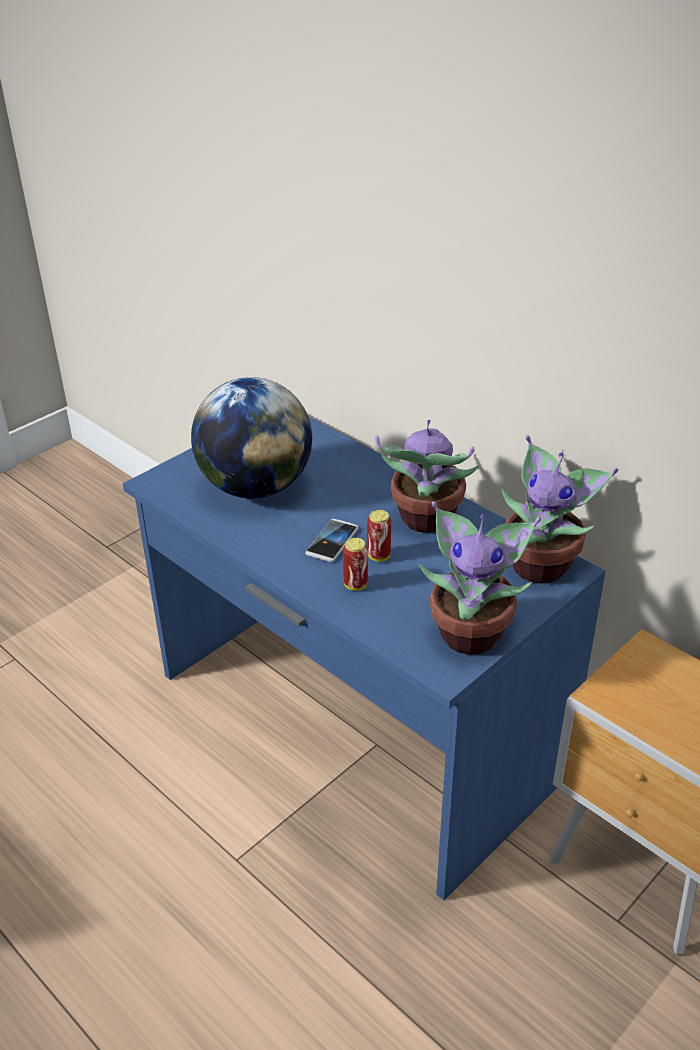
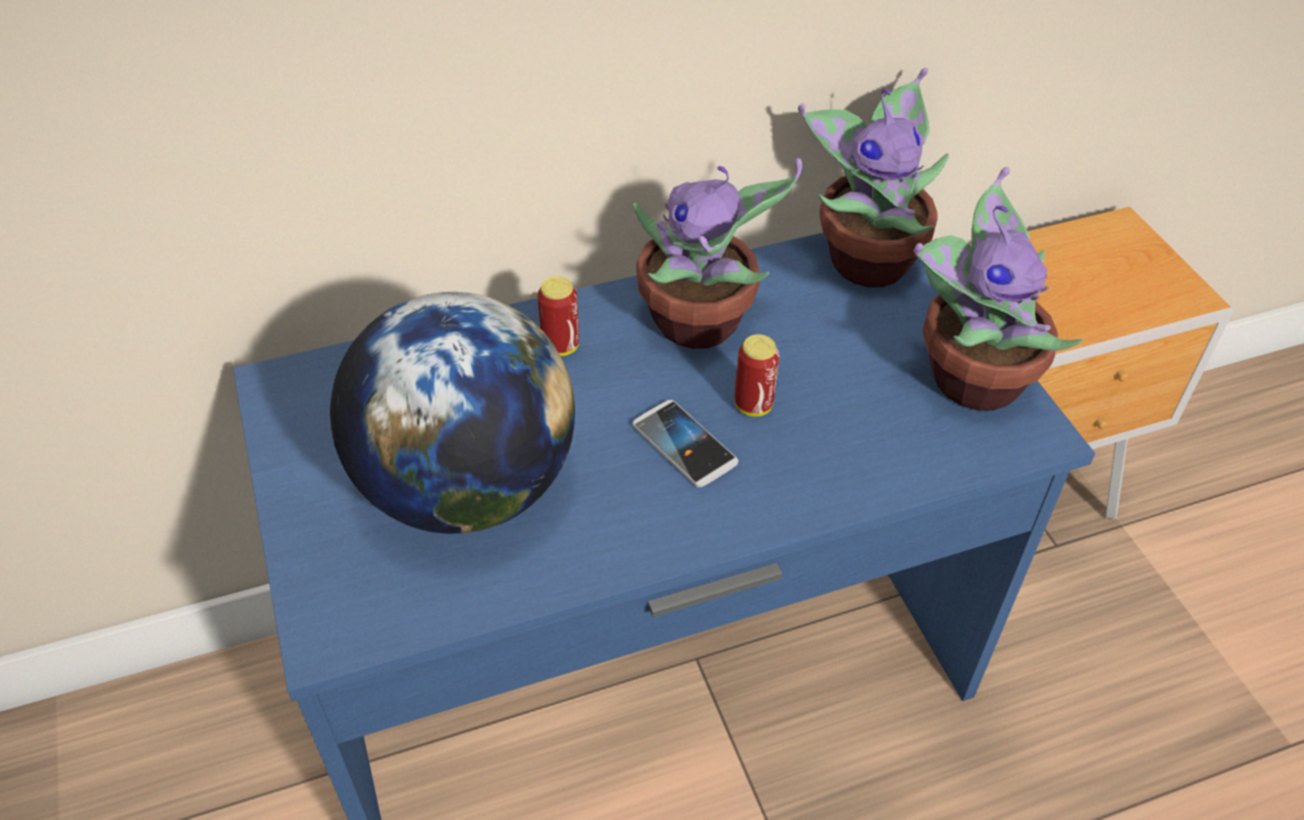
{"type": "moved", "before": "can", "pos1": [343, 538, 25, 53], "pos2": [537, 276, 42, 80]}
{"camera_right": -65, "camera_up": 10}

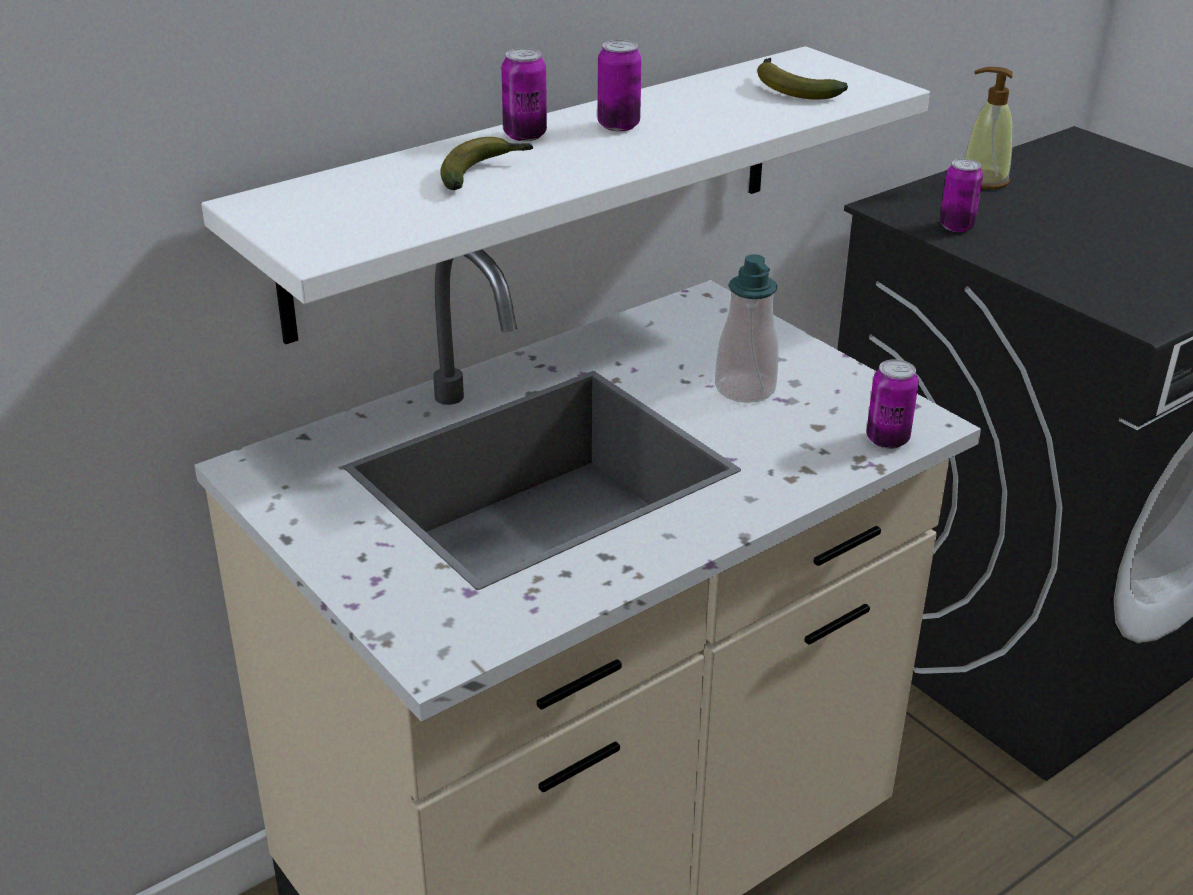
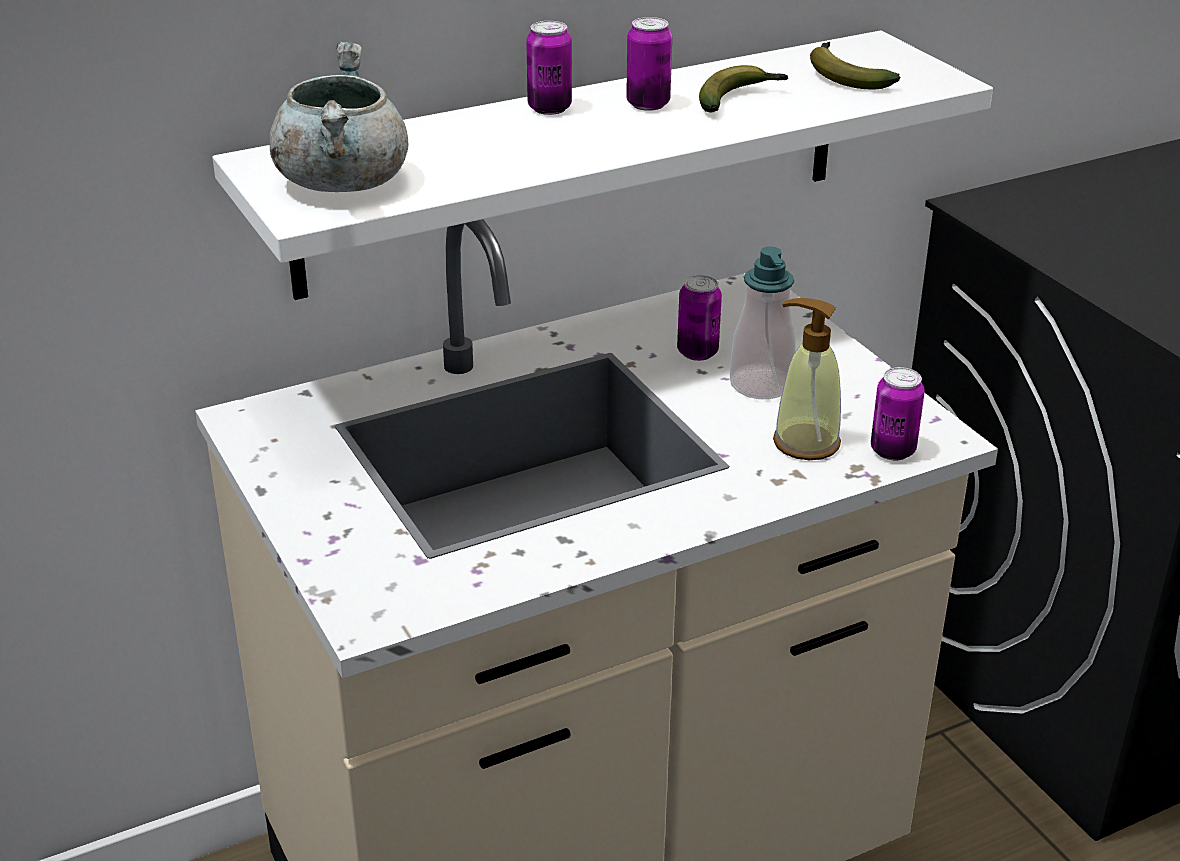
{"type": "added", "after": "grey cooking pot", "pos2": [269, 42, 139, 150]}
{"type": "moved", "before": "banana", "pos1": [440, 137, 93, 53], "pos2": [699, 65, 89, 48]}
{"type": "moved", "before": "can", "pos1": [940, 159, 43, 73], "pos2": [677, 275, 45, 86]}
{"type": "moved", "before": "soap dispenser", "pos1": [965, 67, 48, 122], "pos2": [773, 298, 68, 162]}
{"camera_right": 10, "camera_up": 0}

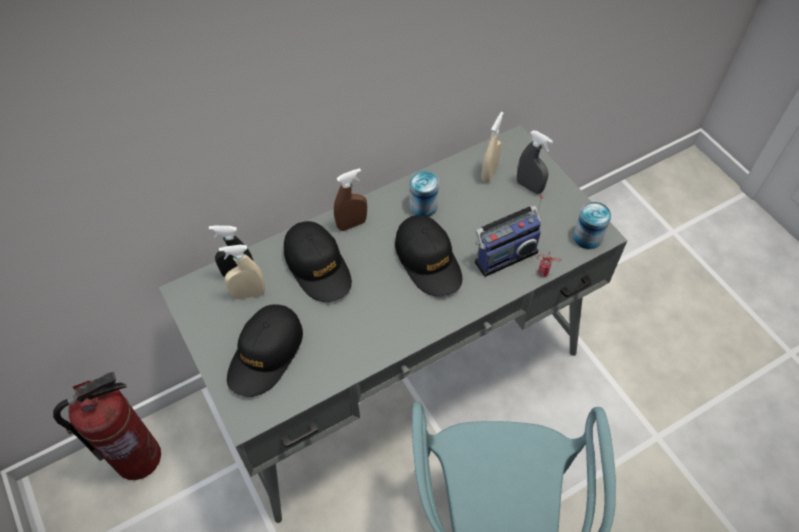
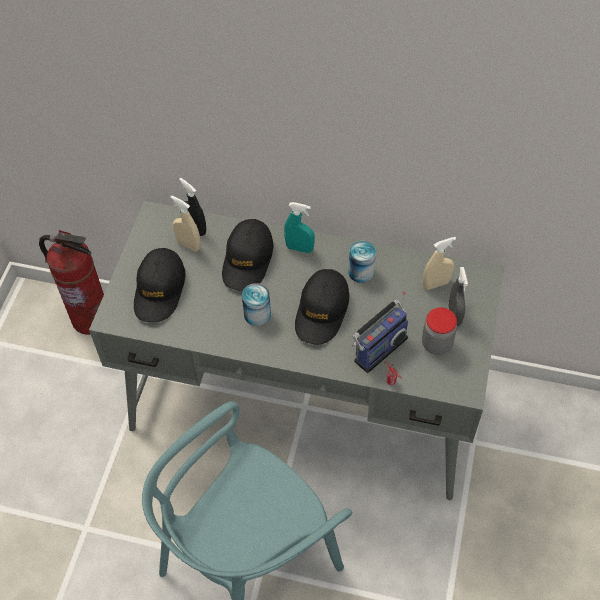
{"type": "added", "after": "jar", "pos2": [422, 307, 35, 48]}
{"type": "moved", "before": "can", "pos1": [573, 202, 38, 47], "pos2": [242, 283, 29, 43]}
{"type": "recoloured", "before": "brown spray bottle", "after": "turquoise spray bottle", "pos1": [334, 168, 33, 63], "pos2": [284, 202, 31, 51]}
{"type": "turned", "before": "black cap", "pos1": [227, 304, 76, 93], "pos2": [134, 248, 51, 74], "turn": -60}
{"type": "turned", "before": "radio", "pos1": [475, 195, 68, 82], "pos2": [352, 292, 56, 81], "turn": -60}
{"camera_right": 45, "camera_up": 0}

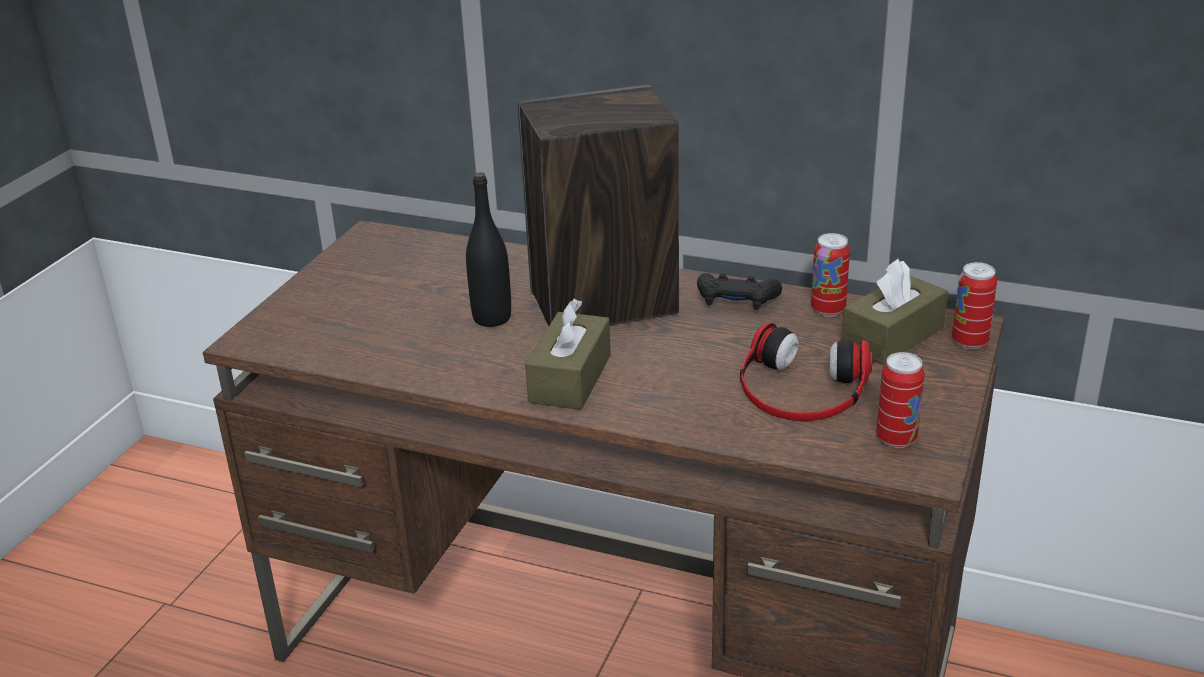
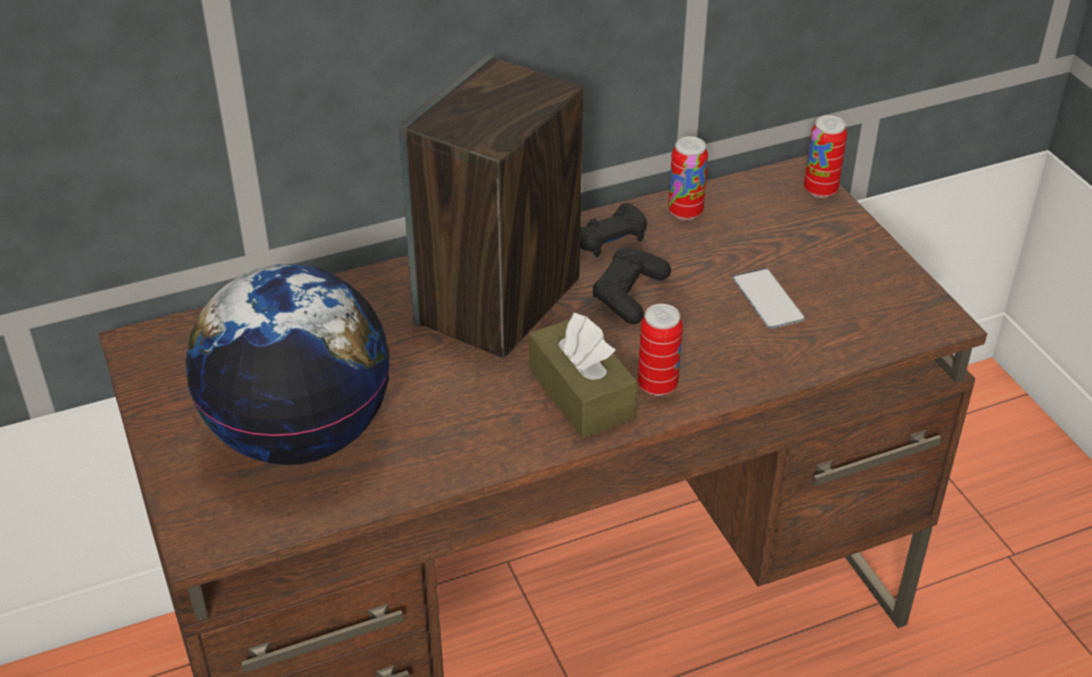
{"type": "removed", "before": "black bottle", "pos1": [466, 172, 45, 155]}
{"type": "removed", "before": "brown tissue box", "pos1": [842, 259, 106, 106]}
{"type": "added", "after": "globe", "pos2": [186, 264, 204, 201]}
{"type": "added", "after": "black game controller", "pos2": [593, 247, 78, 77]}
{"type": "moved", "before": "can", "pos1": [876, 352, 49, 96], "pos2": [638, 304, 45, 92]}
{"type": "replaced", "before": "headphones", "after": "phone", "pos1": [740, 322, 132, 99], "pos2": [733, 268, 72, 61]}
{"camera_right": -45, "camera_up": 10}

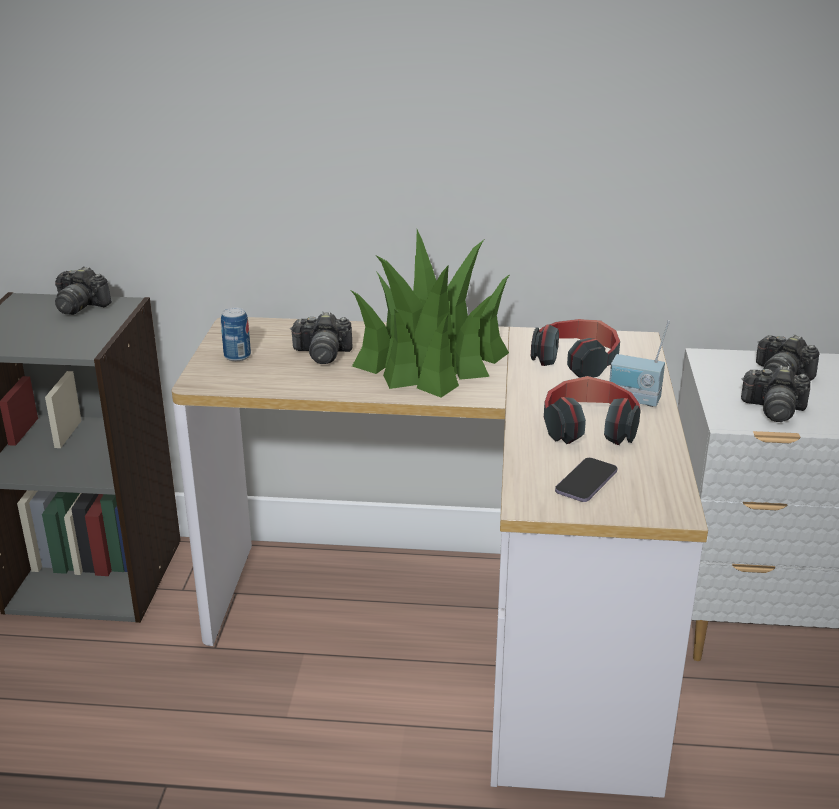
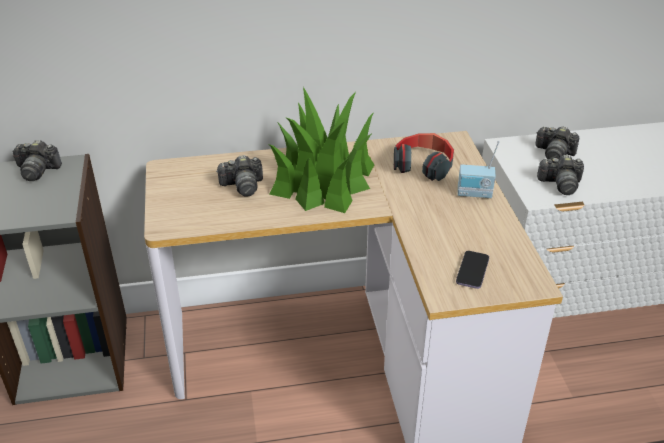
{"type": "removed", "before": "can", "pos1": [221, 308, 30, 53]}
{"type": "removed", "before": "headphones", "pos1": [544, 376, 97, 69]}
{"camera_right": -15, "camera_up": 10}

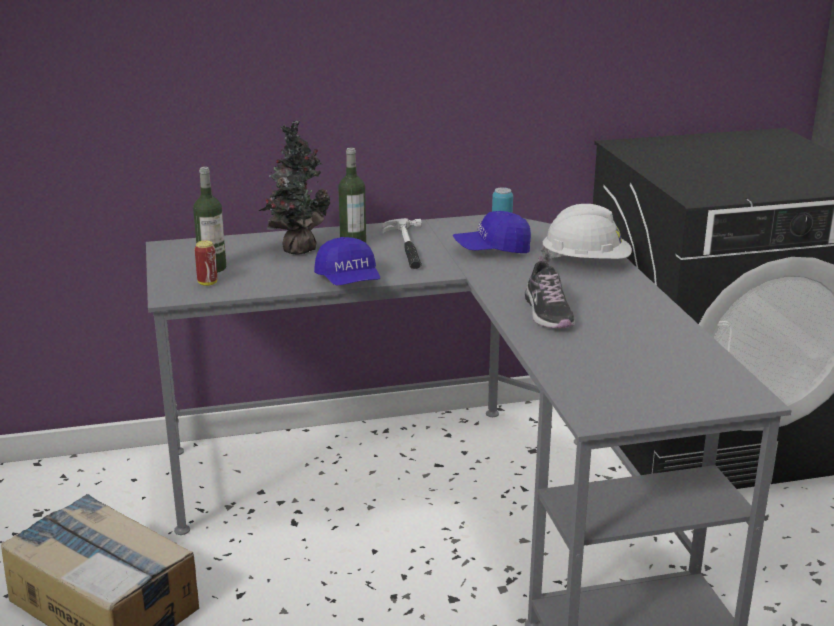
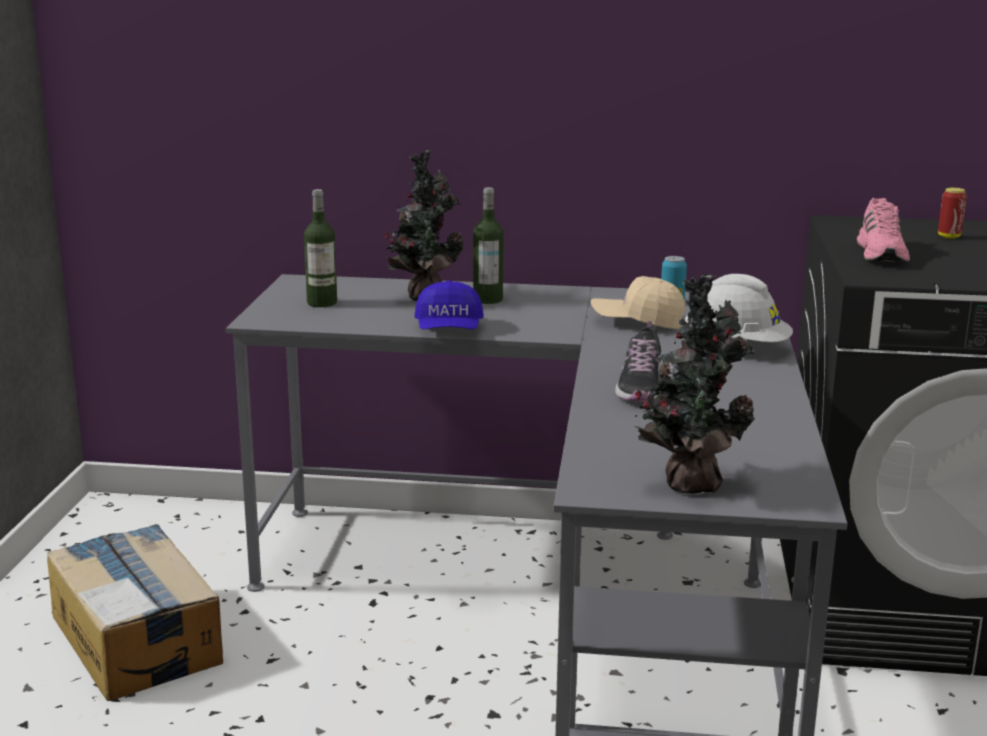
{"type": "removed", "before": "hammer", "pos1": [382, 218, 40, 51]}
{"type": "added", "after": "potted plant", "pos2": [633, 273, 122, 221]}
{"type": "added", "after": "pink shoe", "pos2": [857, 198, 53, 64]}
{"type": "moved", "before": "can", "pos1": [195, 240, 22, 46], "pos2": [938, 188, 29, 51]}
{"type": "recoloured", "before": "blue cap", "after": "beige cap", "pos1": [453, 211, 78, 42], "pos2": [591, 276, 94, 53]}
{"camera_right": 20, "camera_up": -5}

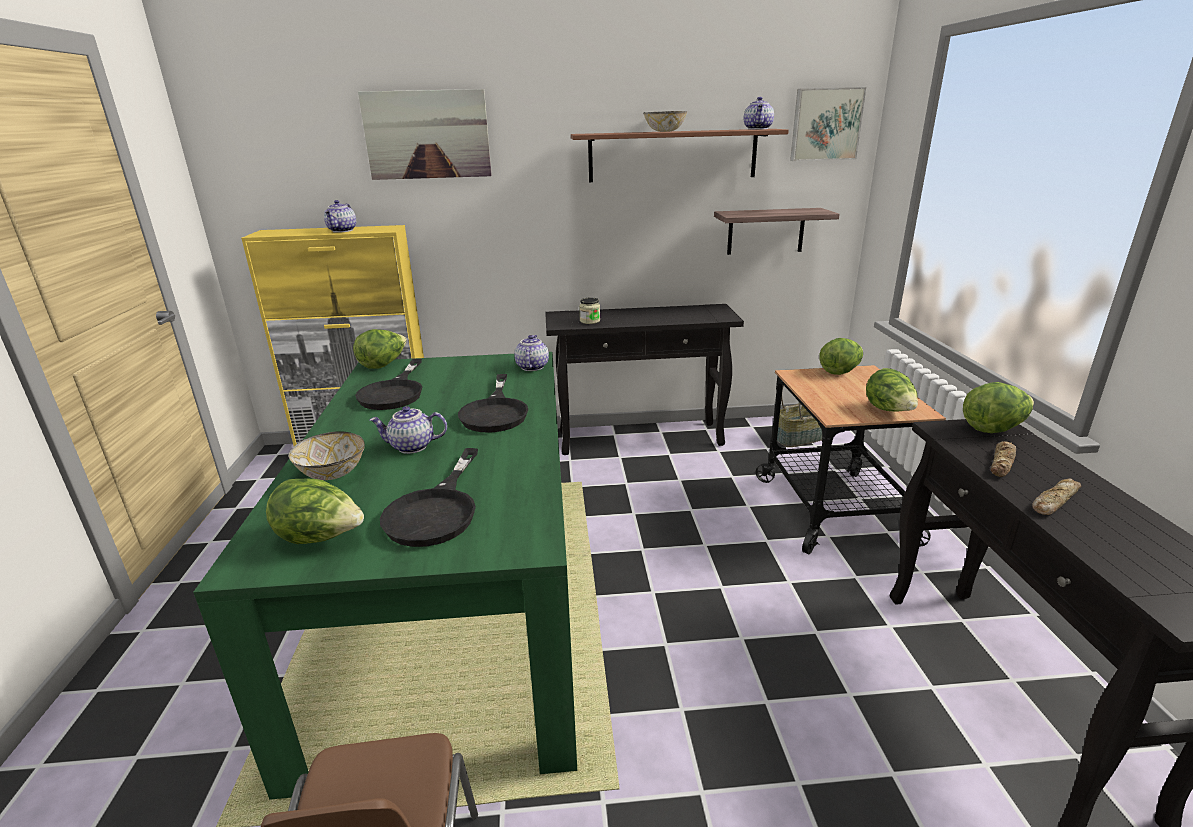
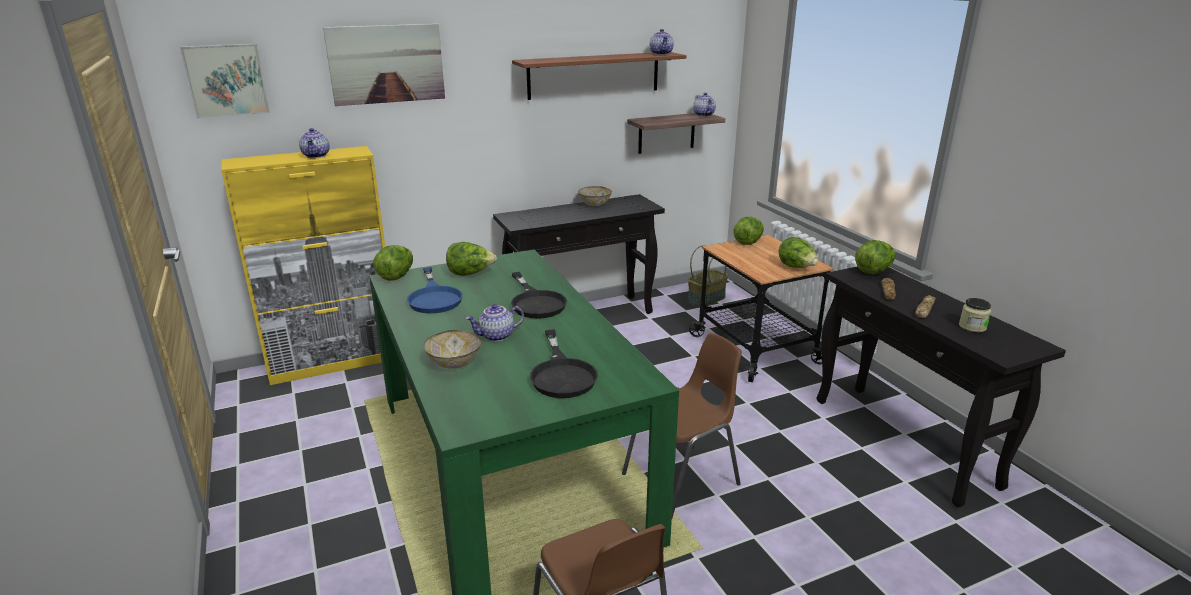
{"type": "added", "after": "brown chair", "pos2": [622, 333, 120, 185]}
{"type": "moved", "before": "lettuce", "pos1": [266, 479, 98, 65], "pos2": [446, 242, 51, 34]}
{"type": "moved", "before": "teapot", "pos1": [514, 335, 35, 36], "pos2": [693, 93, 23, 24]}
{"type": "moved", "before": "jar", "pos1": [579, 298, 21, 26], "pos2": [959, 298, 32, 34]}
{"type": "moved", "before": "bowl", "pos1": [643, 111, 44, 21], "pos2": [578, 186, 34, 20]}
{"type": "moved", "before": "picture", "pos1": [790, 87, 76, 74], "pos2": [180, 43, 90, 75]}
{"type": "recoloured", "before": "black frying pan", "after": "blue frying pan", "pos1": [355, 359, 67, 51], "pos2": [407, 267, 56, 47]}
{"camera_right": -20, "camera_up": 0}

